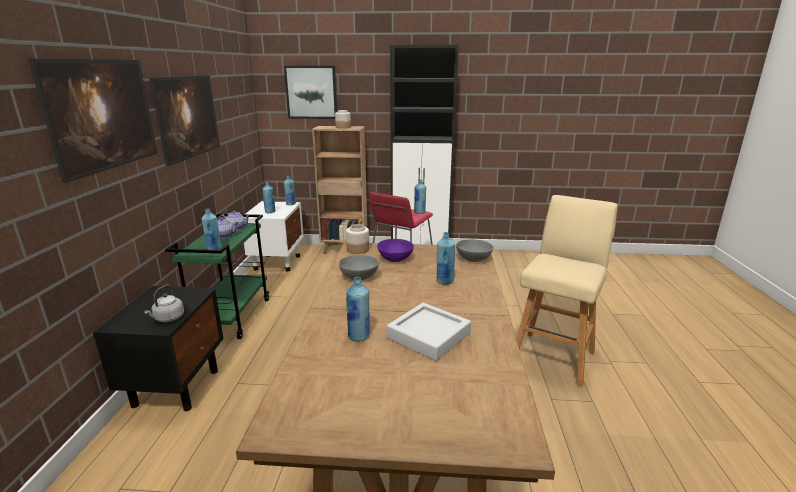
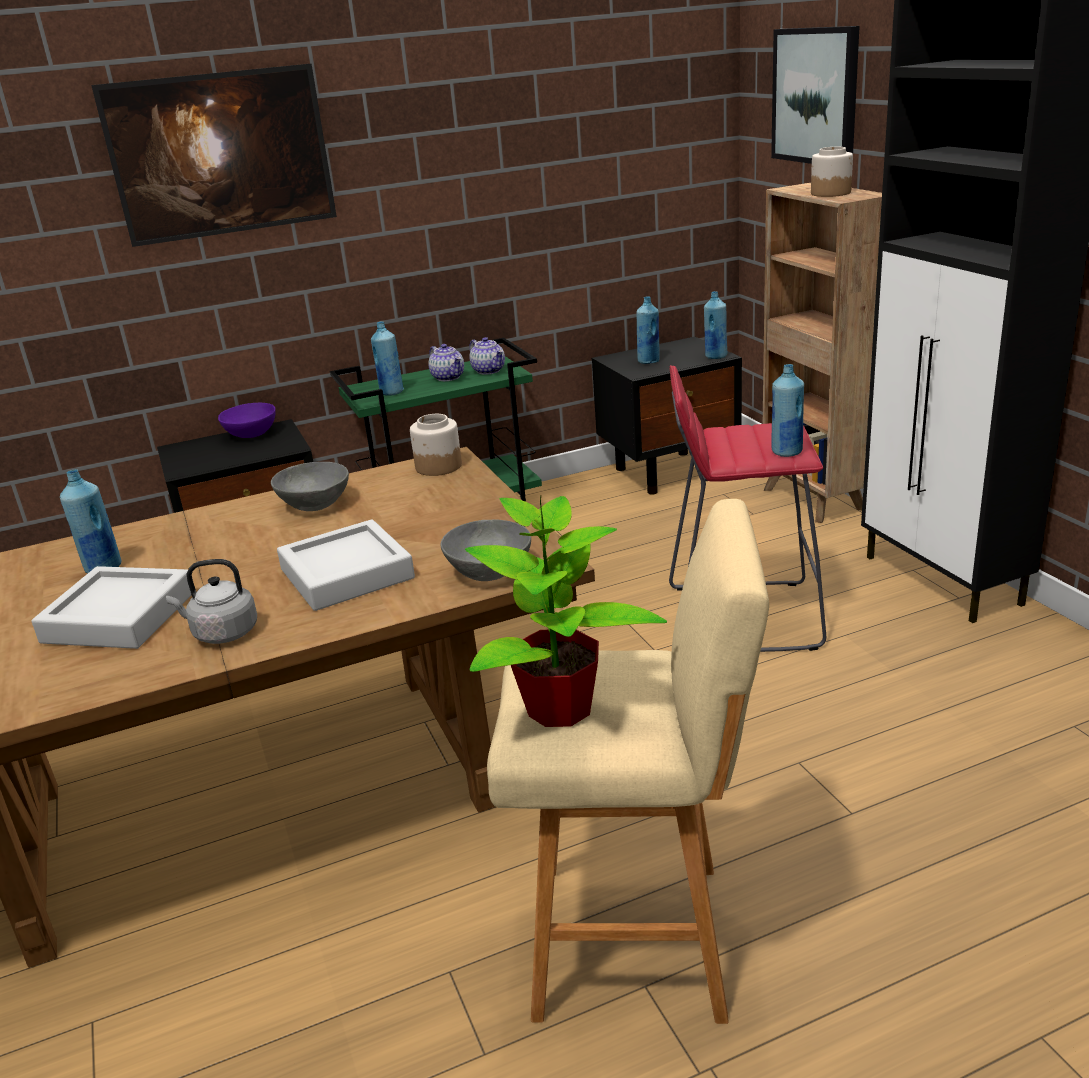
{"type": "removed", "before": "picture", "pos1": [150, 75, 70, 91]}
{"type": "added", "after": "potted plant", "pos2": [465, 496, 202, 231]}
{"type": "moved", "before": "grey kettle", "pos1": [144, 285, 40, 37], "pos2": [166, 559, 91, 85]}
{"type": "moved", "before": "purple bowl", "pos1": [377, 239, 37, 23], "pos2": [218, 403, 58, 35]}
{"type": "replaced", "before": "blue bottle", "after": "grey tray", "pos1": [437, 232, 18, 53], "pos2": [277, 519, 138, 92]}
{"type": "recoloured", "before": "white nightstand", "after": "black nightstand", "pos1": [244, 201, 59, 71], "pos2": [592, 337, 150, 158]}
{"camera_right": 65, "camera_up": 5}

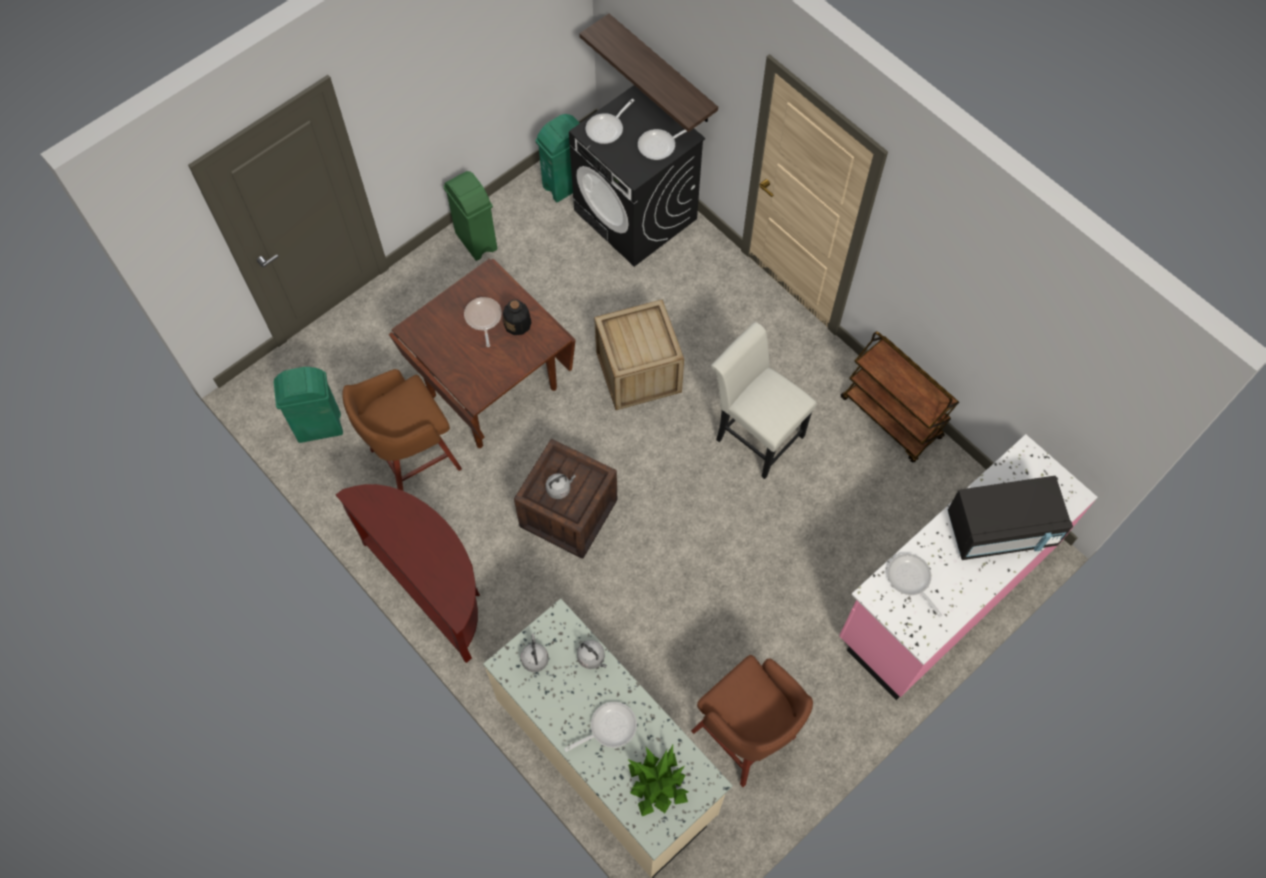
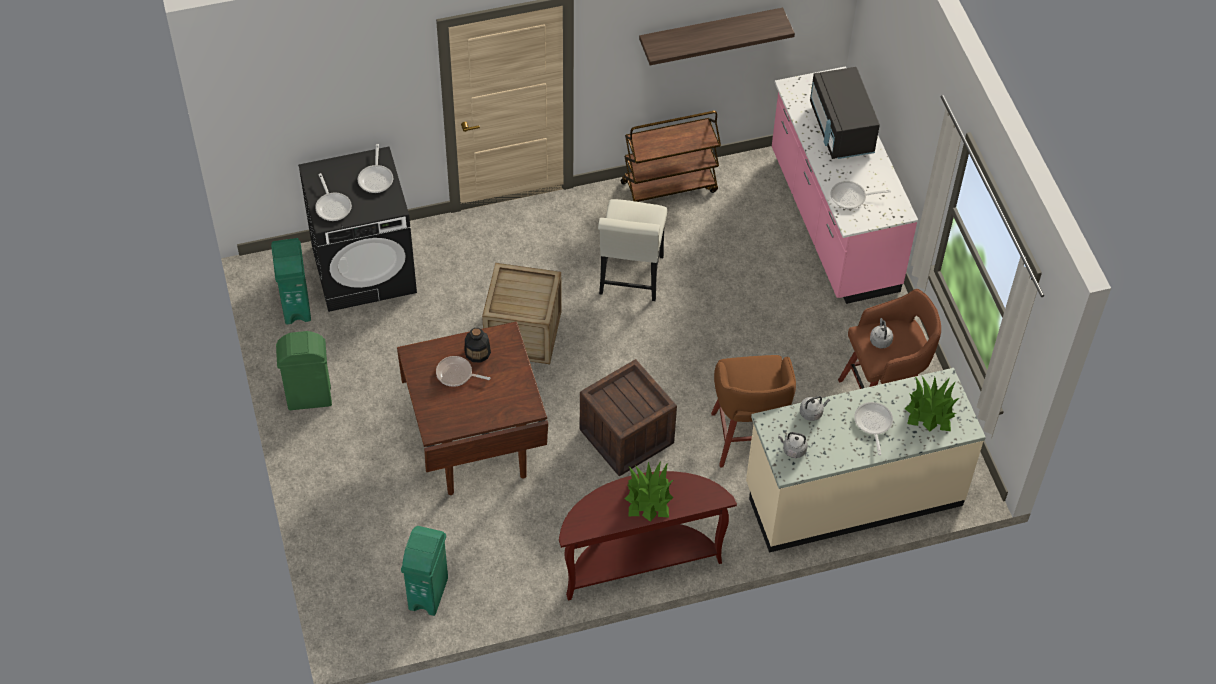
{"type": "added", "after": "potted plant", "pos2": [625, 461, 48, 61]}
{"type": "moved", "before": "brown stool", "pos1": [342, 369, 120, 122], "pos2": [711, 355, 85, 112]}
{"type": "moved", "before": "grey kettle", "pos1": [546, 473, 30, 26], "pos2": [870, 318, 23, 30]}
{"type": "moved", "before": "shelf", "pos1": [579, 14, 139, 118], "pos2": [639, 8, 156, 57]}
{"type": "turned", "before": "white chair", "pos1": [711, 322, 106, 157], "pos2": [598, 199, 69, 102], "turn": -60}
{"type": "turned", "before": "black microwave", "pos1": [948, 476, 125, 84], "pos2": [810, 67, 70, 92], "turn": 150}
{"camera_right": -65, "camera_up": -10}

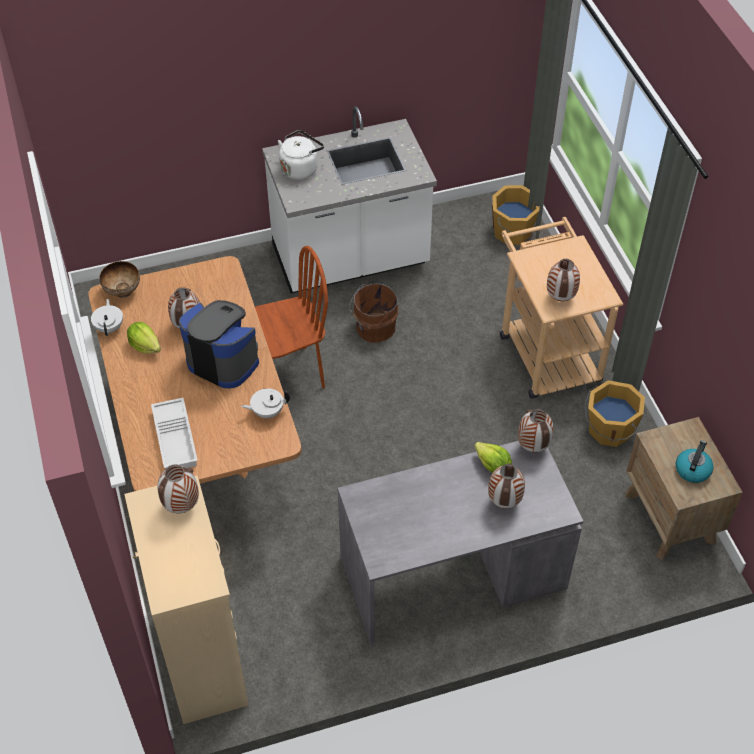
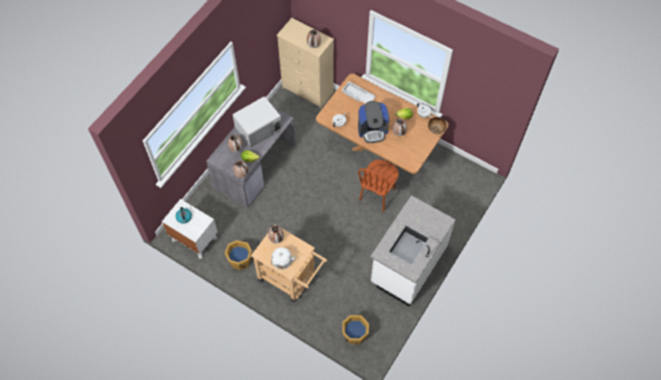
{"type": "removed", "before": "brown bucket", "pos1": [349, 284, 49, 58]}
{"type": "added", "after": "white microwave", "pos2": [232, 96, 50, 51]}
{"type": "moved", "before": "white kettle", "pos1": [278, 130, 46, 50], "pos2": [271, 247, 25, 22]}
{"type": "recoloured", "before": "brown nightstand", "after": "white nightstand", "pos1": [625, 417, 118, 143], "pos2": [162, 199, 56, 60]}
{"camera_right": 140, "camera_up": 10}

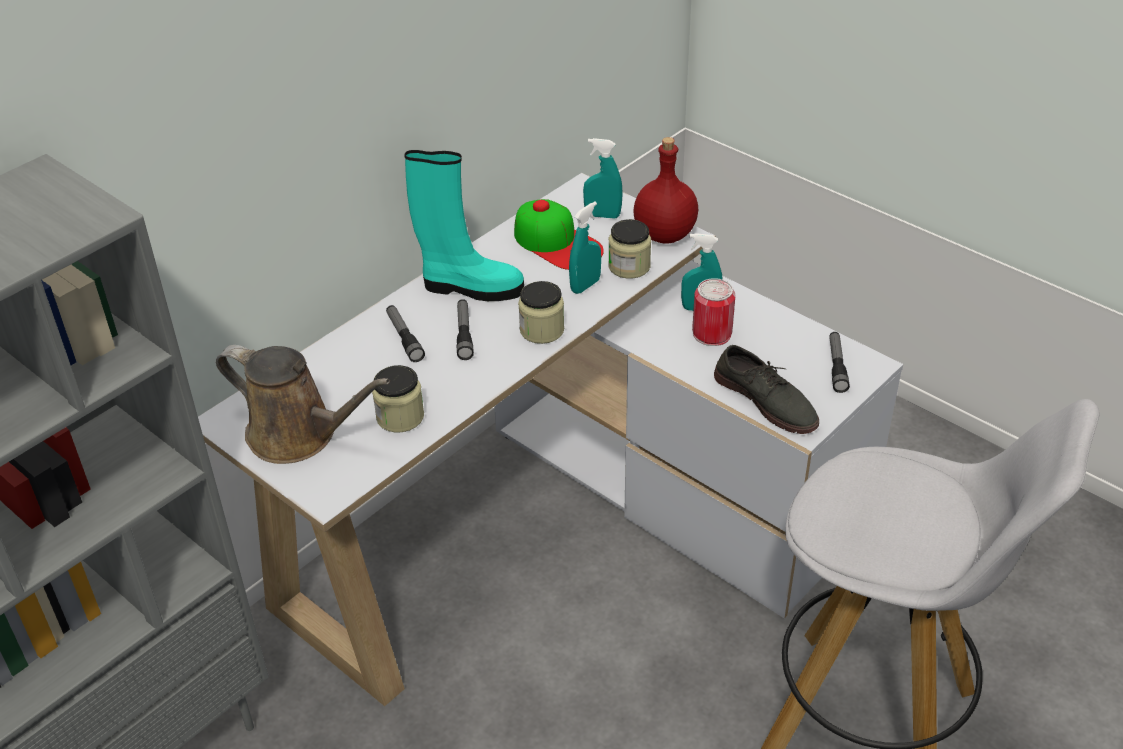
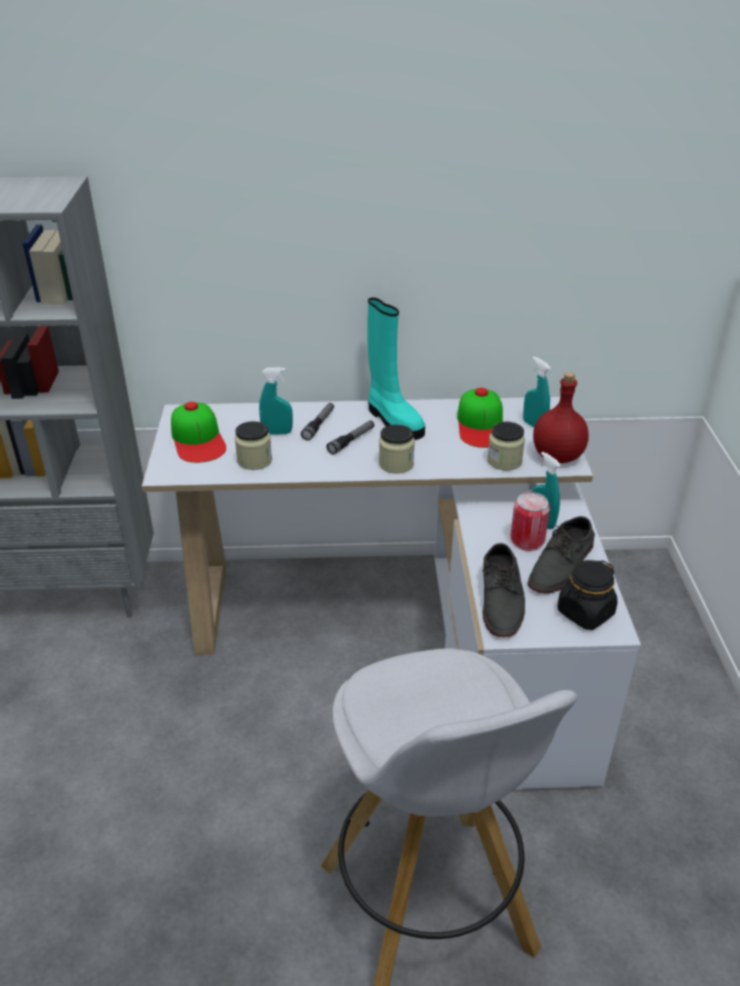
{"type": "added", "after": "grey shoe", "pos2": [528, 516, 67, 78]}
{"type": "moved", "before": "turquoise spray bottle", "pos1": [569, 202, 32, 92], "pos2": [259, 367, 34, 68]}
{"type": "replaced", "before": "brown watering can", "after": "cap", "pos1": [216, 345, 174, 119], "pos2": [171, 402, 55, 61]}
{"type": "replaced", "before": "flashlight", "after": "black jar", "pos1": [829, 332, 21, 61], "pos2": [558, 560, 60, 70]}
{"camera_right": 45, "camera_up": -5}

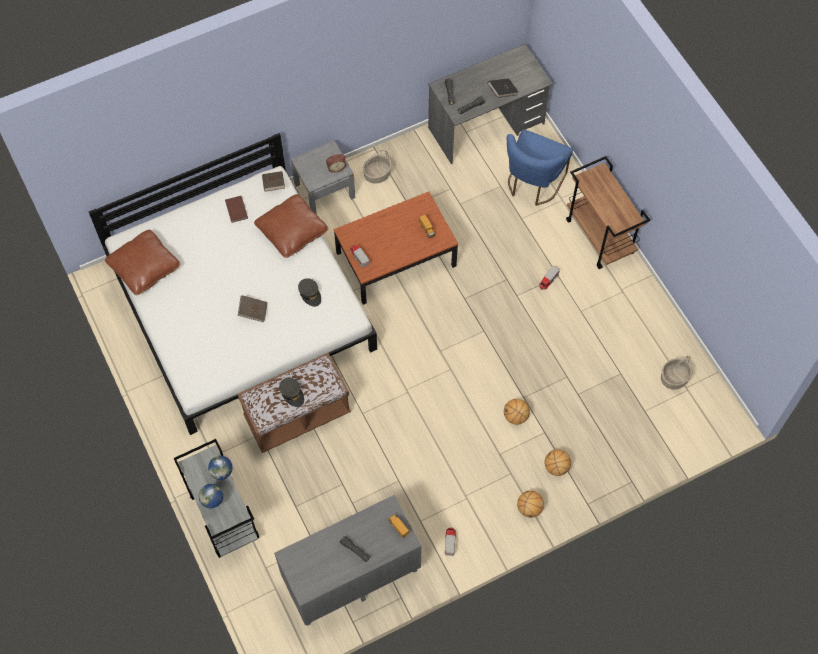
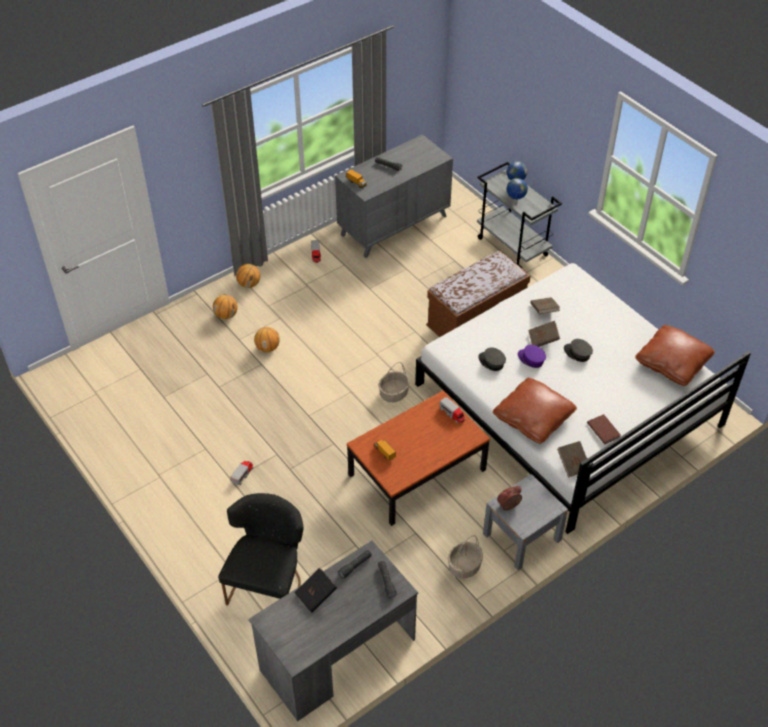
{"type": "removed", "before": "brown cart", "pos1": [566, 156, 84, 113]}
{"type": "added", "after": "purple cap", "pos2": [518, 345, 28, 23]}
{"type": "added", "after": "brown book", "pos2": [530, 297, 30, 17]}
{"type": "moved", "before": "grey cap", "pos1": [279, 378, 25, 29], "pos2": [564, 339, 29, 23]}
{"type": "moved", "before": "basket", "pos1": [661, 356, 31, 33], "pos2": [379, 362, 31, 41]}
{"type": "recoloured", "before": "blue chair", "after": "black chair", "pos1": [507, 129, 66, 77], "pos2": [218, 493, 86, 113]}
{"camera_right": 170, "camera_up": -15}

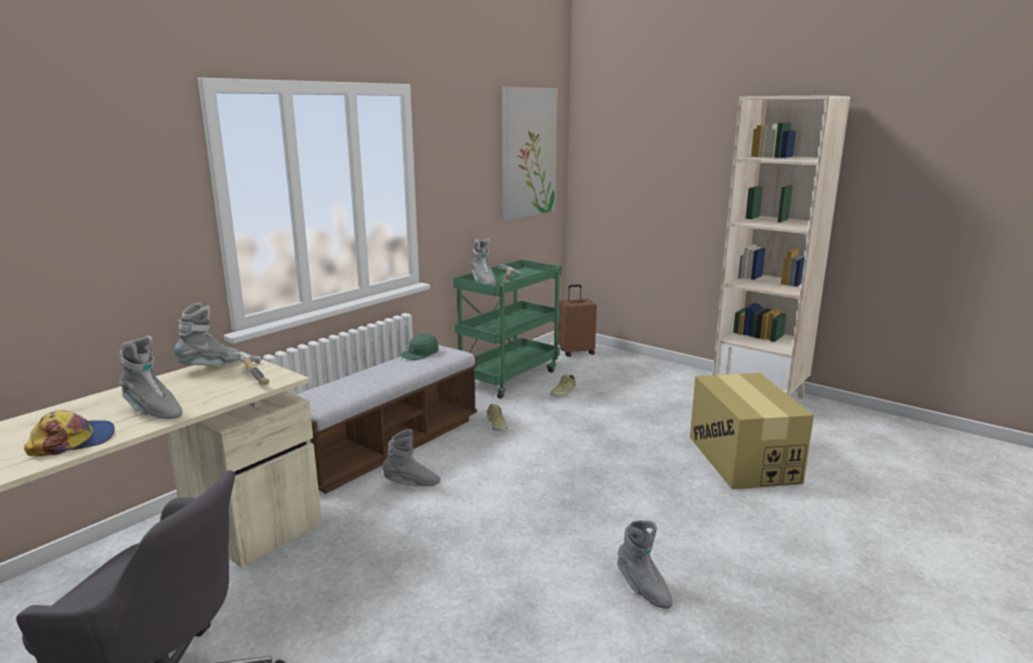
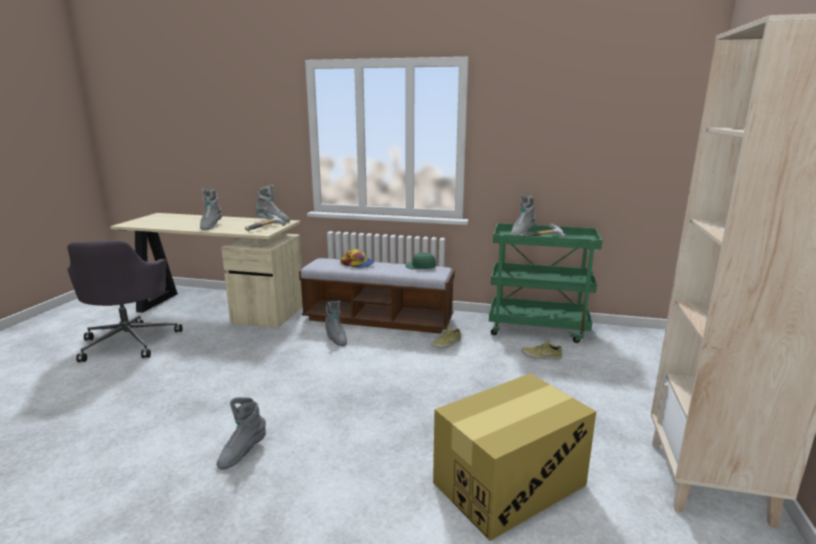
{"type": "removed", "before": "picture", "pos1": [502, 87, 56, 133]}
{"type": "removed", "before": "brown suitcase", "pos1": [558, 284, 39, 73]}
{"type": "moved", "before": "cap", "pos1": [24, 410, 91, 46], "pos2": [341, 249, 33, 19]}
{"camera_right": 65, "camera_up": 0}

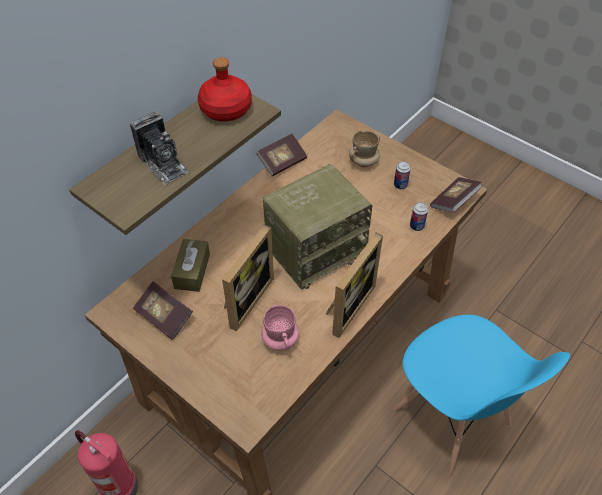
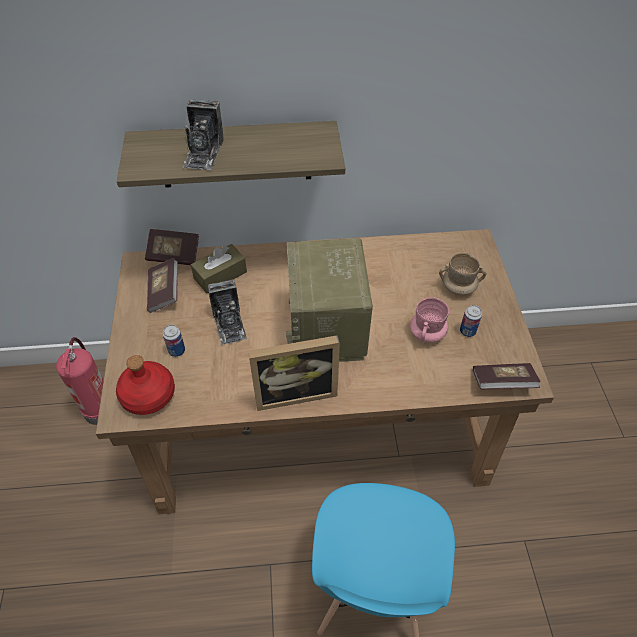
{"type": "moved", "before": "red bottle", "pos1": [198, 57, 54, 65], "pos2": [116, 355, 59, 60]}
{"type": "moved", "before": "book", "pos1": [257, 134, 50, 43], "pos2": [145, 229, 54, 36]}
{"type": "moved", "before": "pink mug", "pos1": [261, 305, 38, 45], "pos2": [410, 297, 39, 45]}
{"type": "moved", "before": "can", "pos1": [410, 202, 18, 29], "pos2": [163, 325, 22, 32]}
{"type": "replaced", "before": "picture frame", "after": "photo camera", "pos1": [222, 225, 52, 106], "pos2": [207, 279, 40, 66]}
{"type": "turned", "before": "radio", "pos1": [263, 164, 109, 126], "pos2": [286, 238, 87, 124], "turn": 75}
{"camera_right": 45, "camera_up": 0}

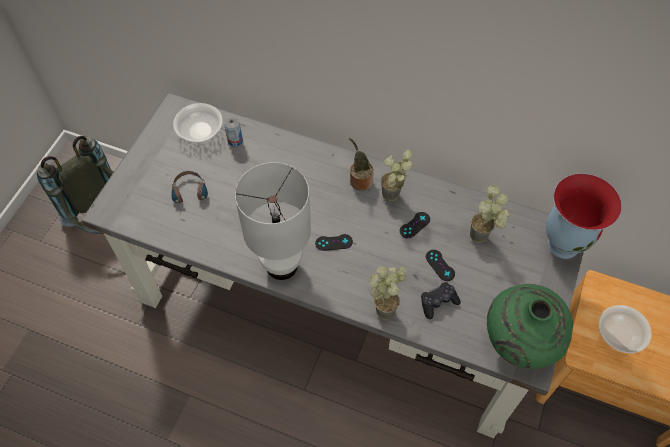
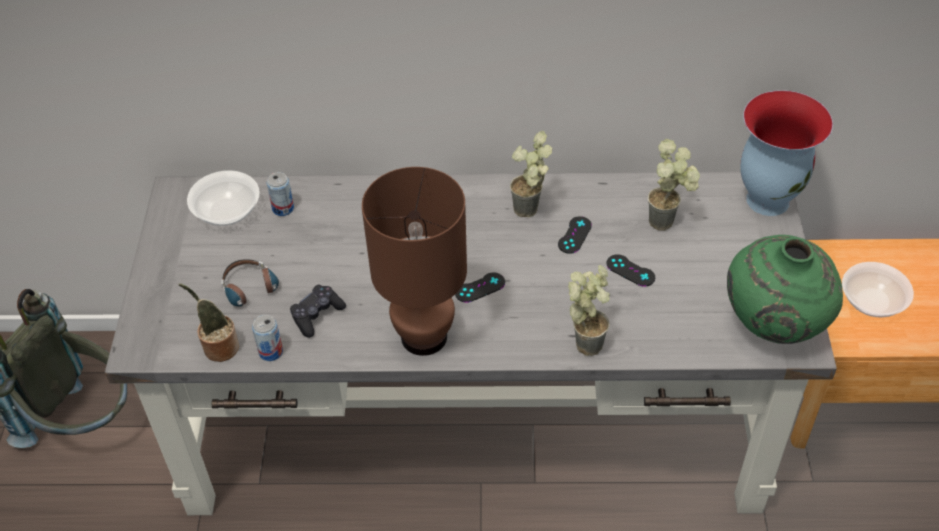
{"type": "added", "after": "can", "pos2": [252, 315, 31, 46]}
{"type": "moved", "before": "potted plant", "pos1": [349, 138, 25, 53], "pos2": [178, 283, 61, 79]}
{"type": "moved", "before": "black game controller", "pos1": [421, 282, 40, 37], "pos2": [290, 285, 56, 53]}
{"type": "recoloured", "before": "white table lamp", "after": "brown table lamp", "pos1": [235, 162, 76, 118], "pos2": [362, 167, 105, 189]}
{"camera_right": -20, "camera_up": -10}

